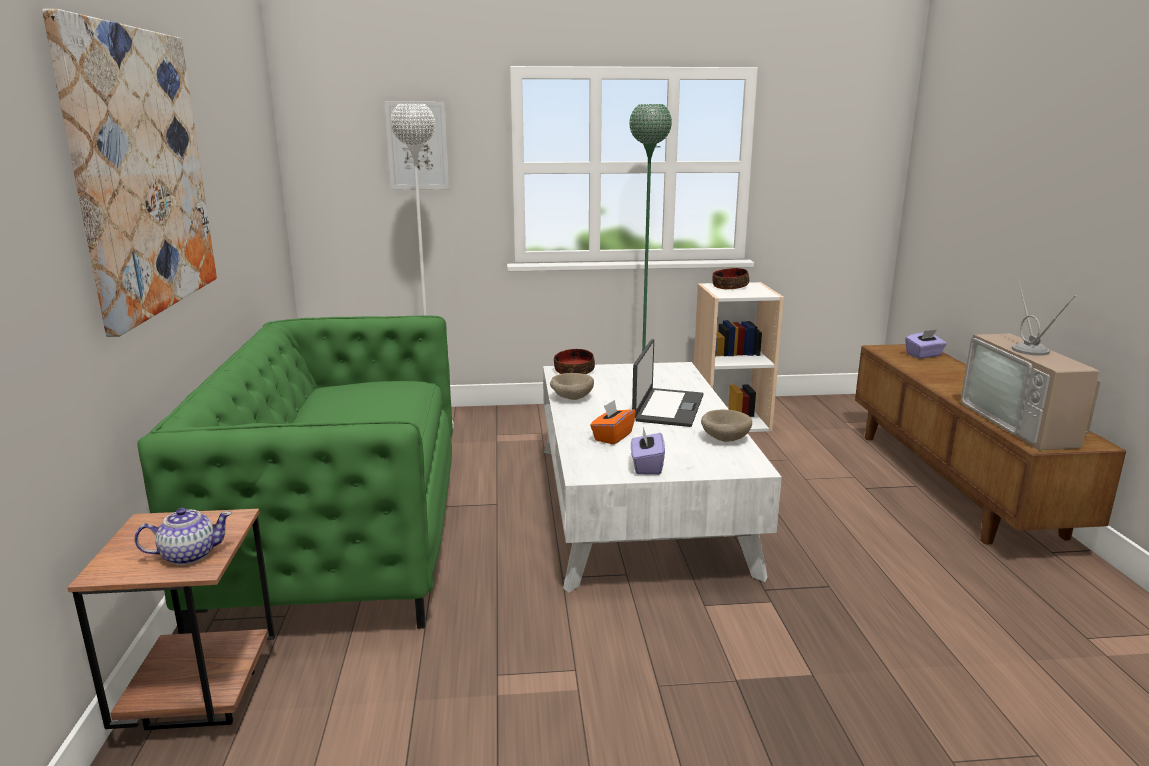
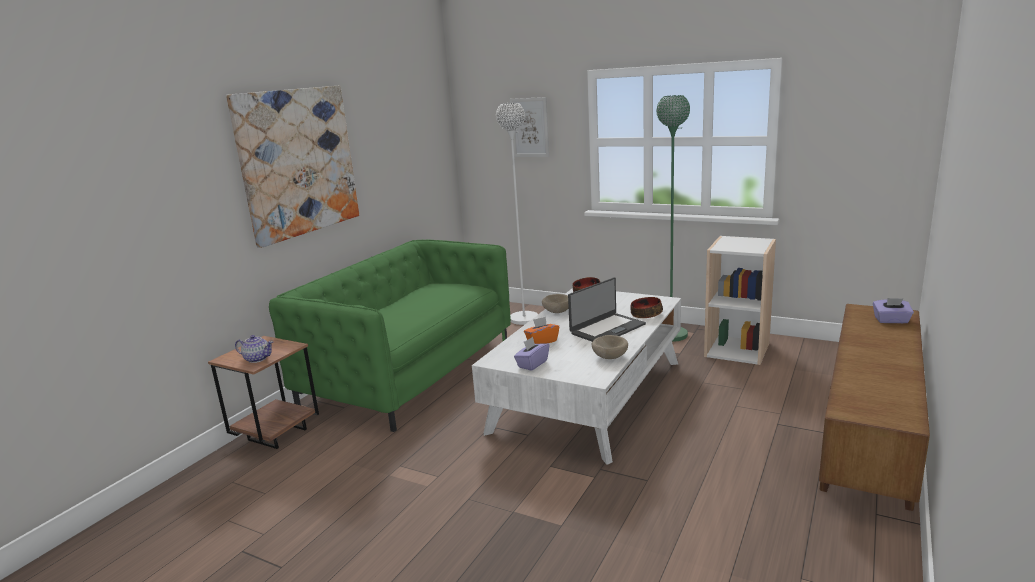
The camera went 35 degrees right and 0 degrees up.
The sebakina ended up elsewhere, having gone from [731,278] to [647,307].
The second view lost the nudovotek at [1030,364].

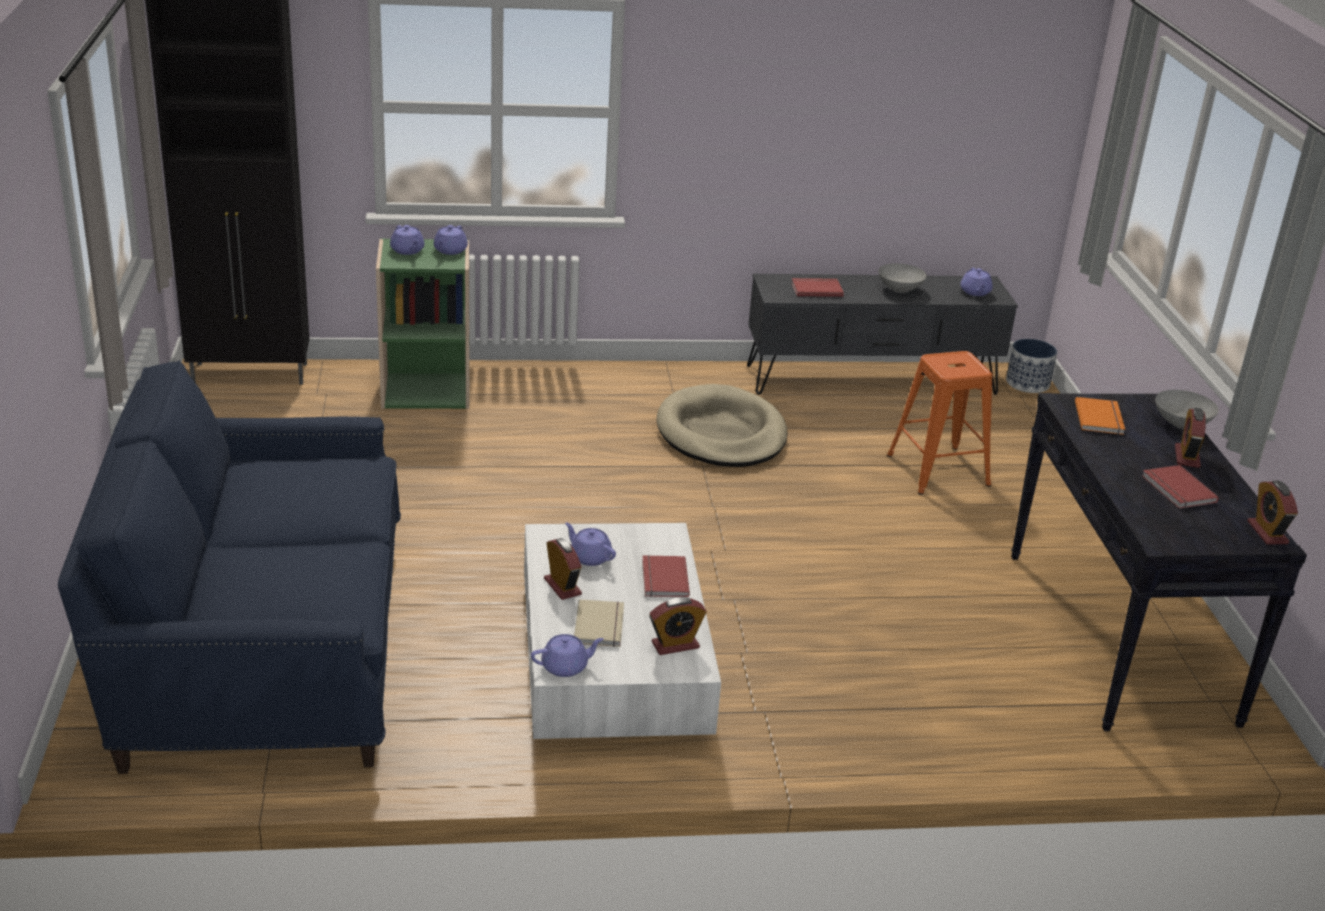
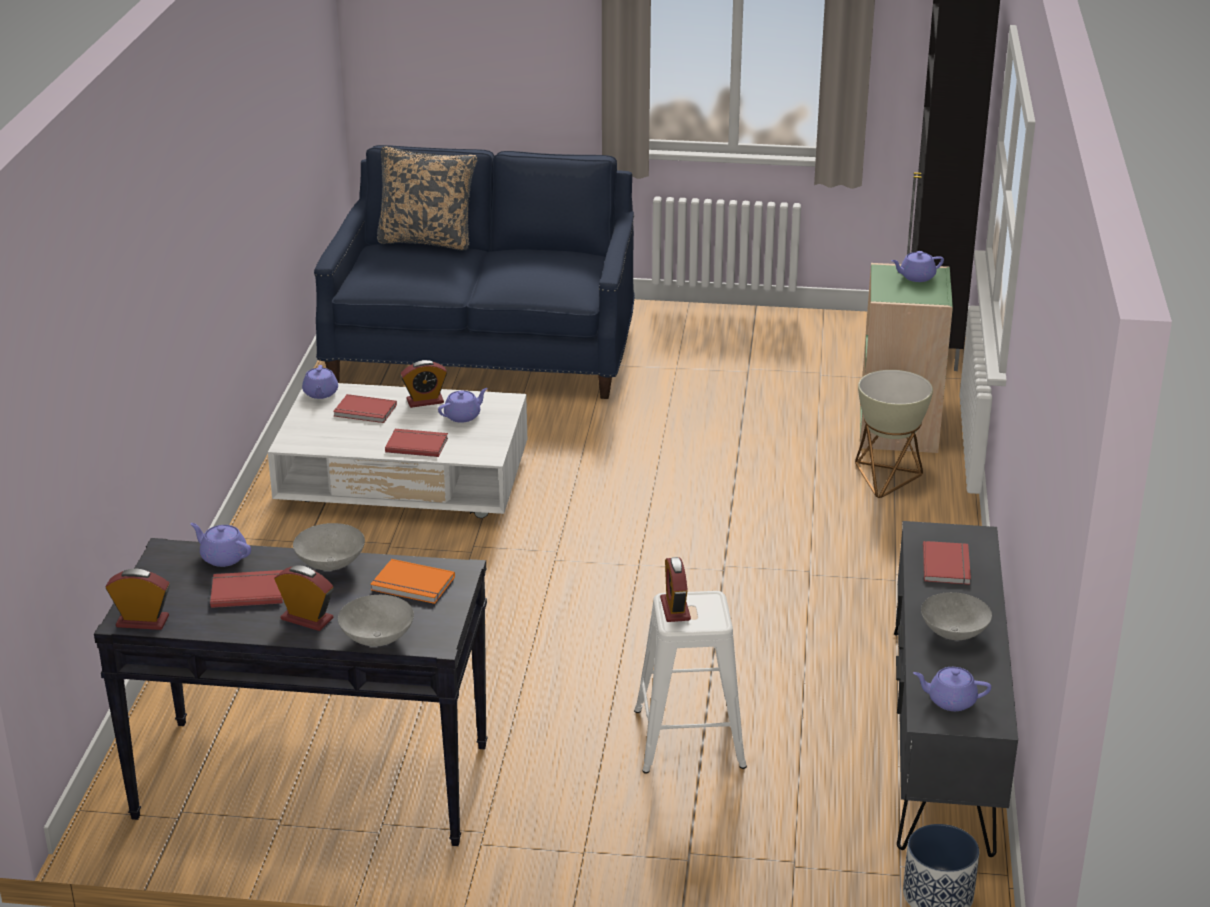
The camera went 105 degrees right and 0 degrees up.
The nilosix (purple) ended up elsewhere, having gone from [451,240] to [220,545].
What was the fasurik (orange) at [940,423] turned into the fasurik (white) at [690,682].
The second view lost the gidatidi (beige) at [722,425].
The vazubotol ended up elsewhere, having gone from [678,626] to [675,589].
What was the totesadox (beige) at [599,623] turned into the totesadox (red) at [365,408].
The second view gained the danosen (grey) at [427,198].
The second view gained the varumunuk at [894,434].
The second view gained the sebakina (grey) at [329,547].

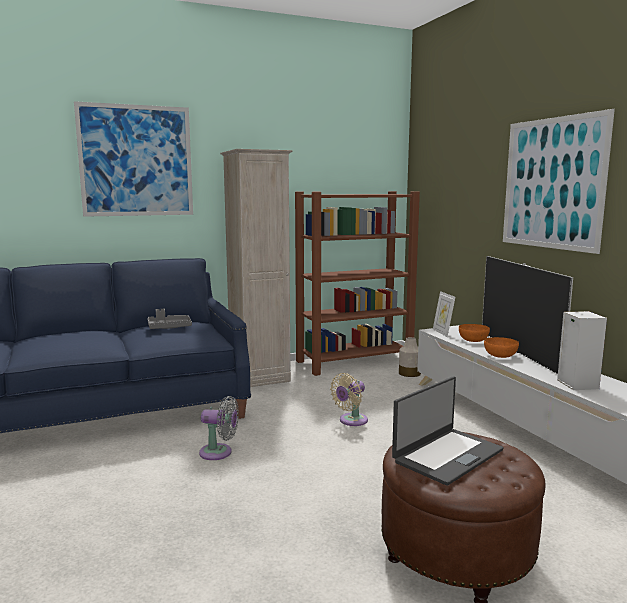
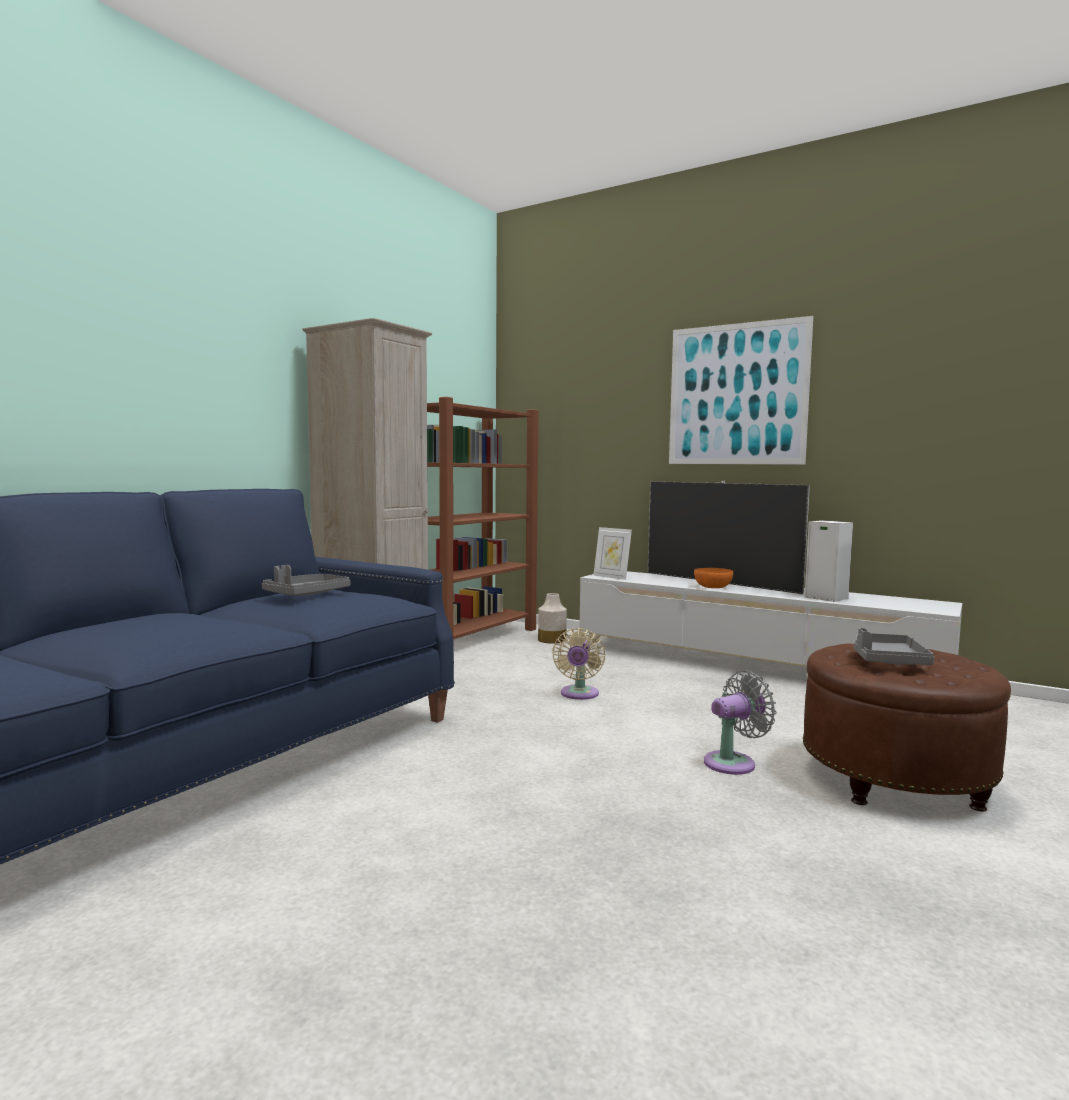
The camera went 35 degrees left and 5 degrees down.
The second view lost the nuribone at [133,159].
The second view lost the sebakina (orange) at [474,333].
Where the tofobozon stood at [448,430], the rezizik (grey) came to stand at [894,646].
The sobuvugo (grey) ended up elsewhere, having gone from [219,428] to [740,722].

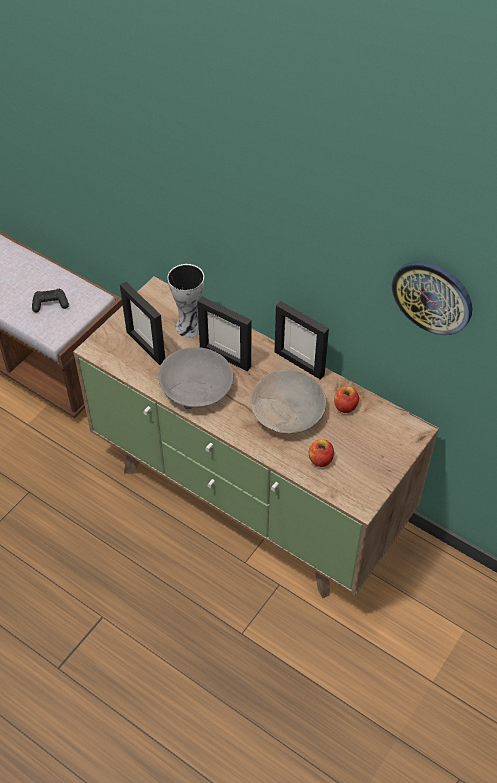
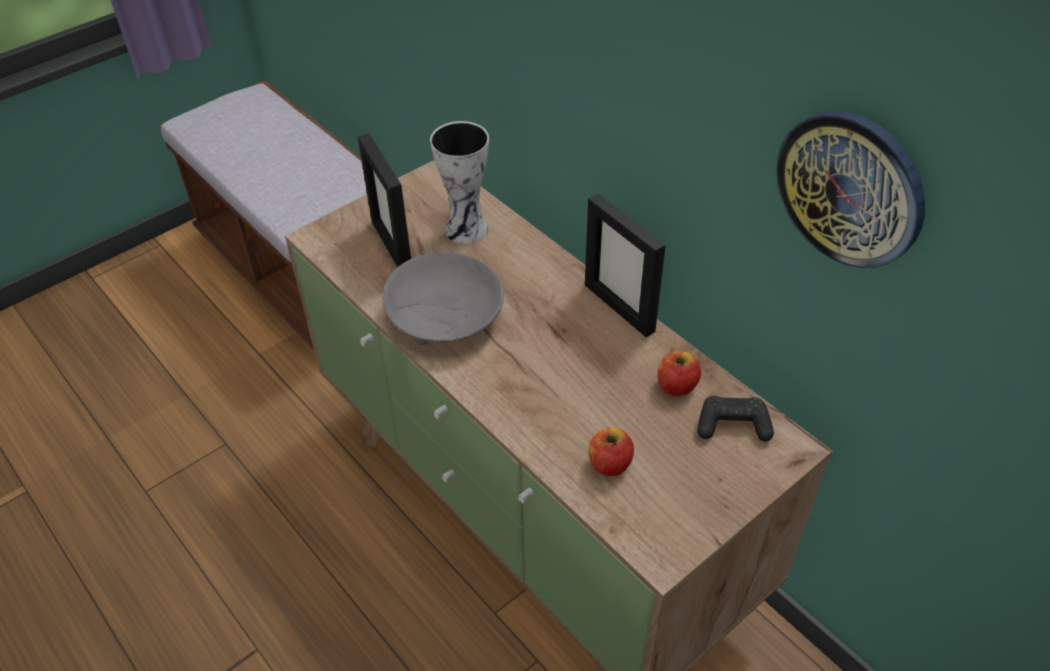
The camera went 15 degrees right and 5 degrees down.
The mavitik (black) ended up elsewhere, having gone from [50,300] to [735,419].
The second view lost the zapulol at [224,333].
The second view lost the sebakina (beige) at [288,402].

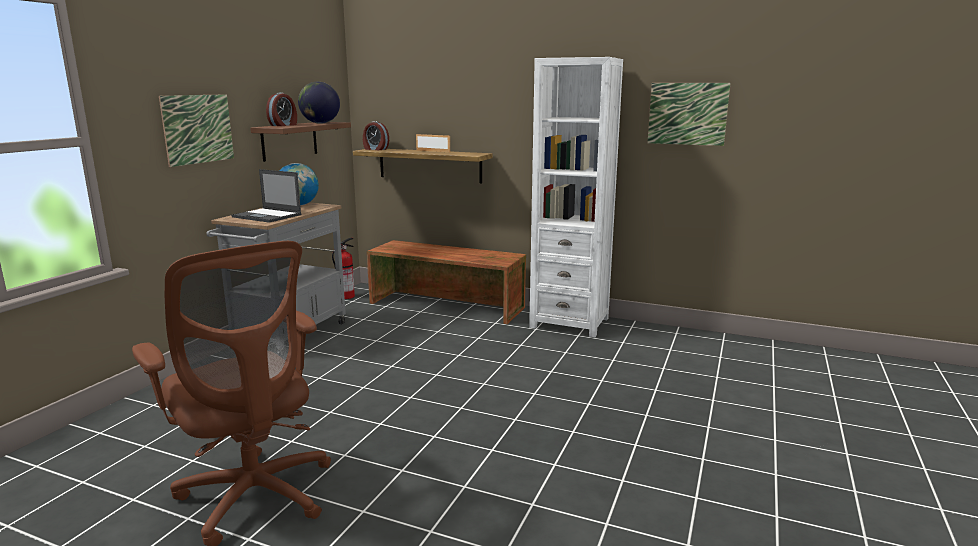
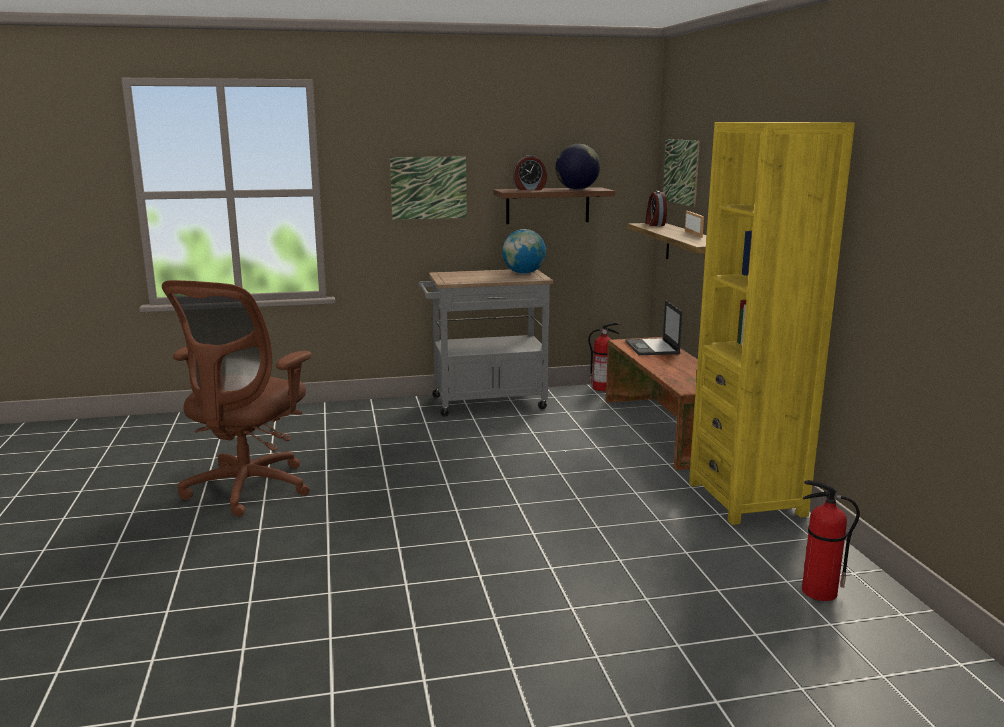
The camera went 55 degrees right and 0 degrees up.
What was the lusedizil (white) at [576,197] turned into the lusedizil (yellow) at [772,323].
The nuribone ended up elsewhere, having gone from [688,114] to [681,173].
The tofobozon ended up elsewhere, having gone from [266,196] to [653,327].
The second view gained the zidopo at [831,540].

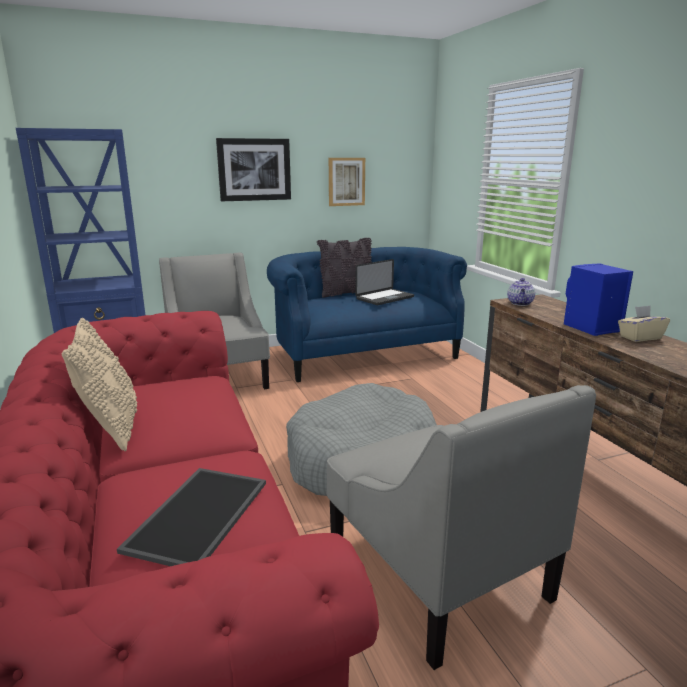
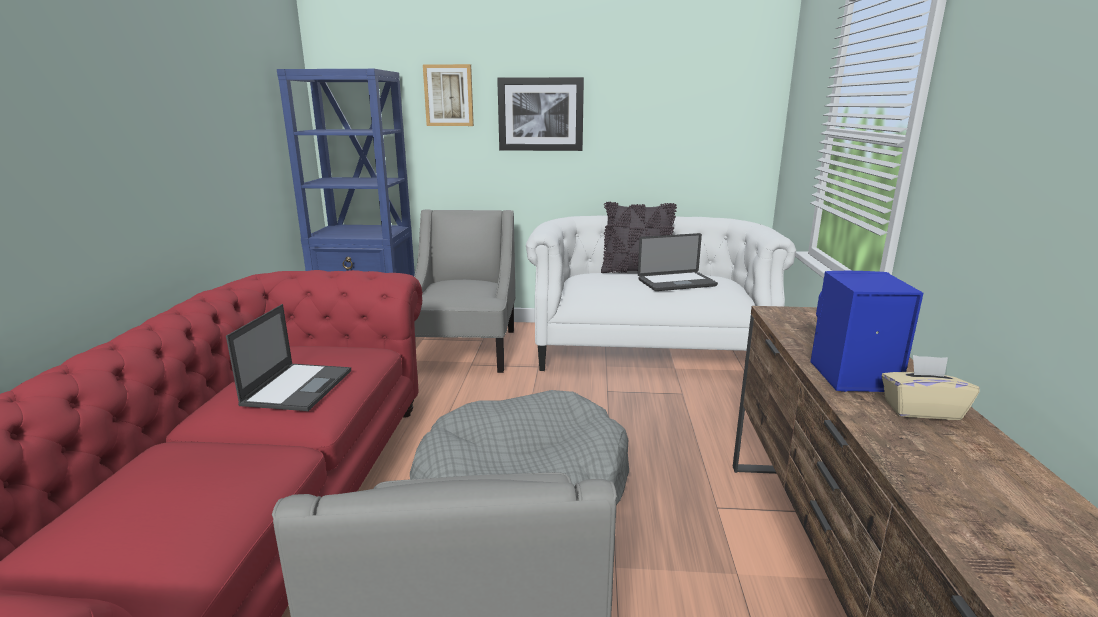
The camera went 25 degrees right and 0 degrees up.
The nuribone ended up elsewhere, having gone from [347,182] to [448,95].
What was the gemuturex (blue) at [367,314] turned into the gemuturex (white) at [661,293].
The second view lost the nilosix at [521,292].
The second view lost the danosen (beige) at [99,384].
The second view lost the rezizik at [191,517].
The second view gained the tofobozon at [288,357].

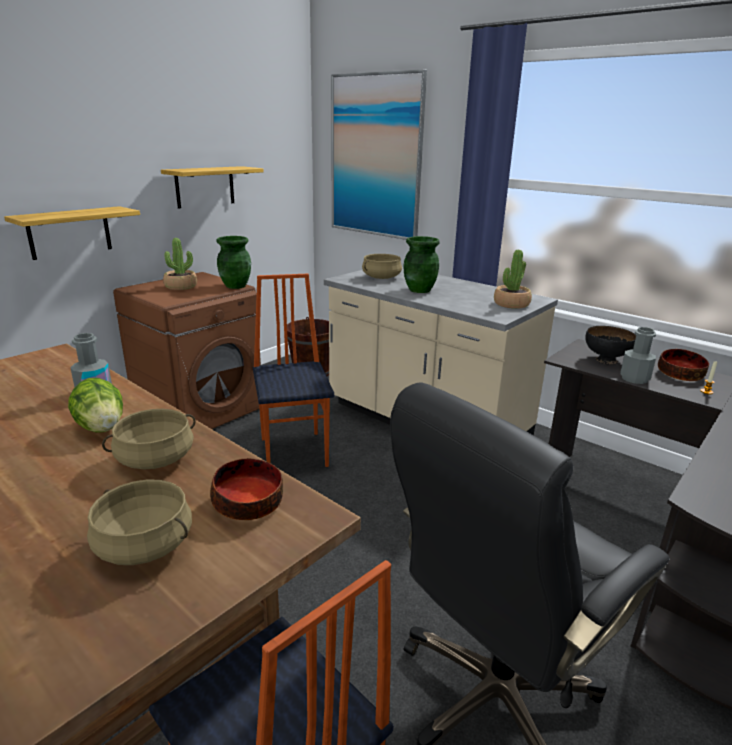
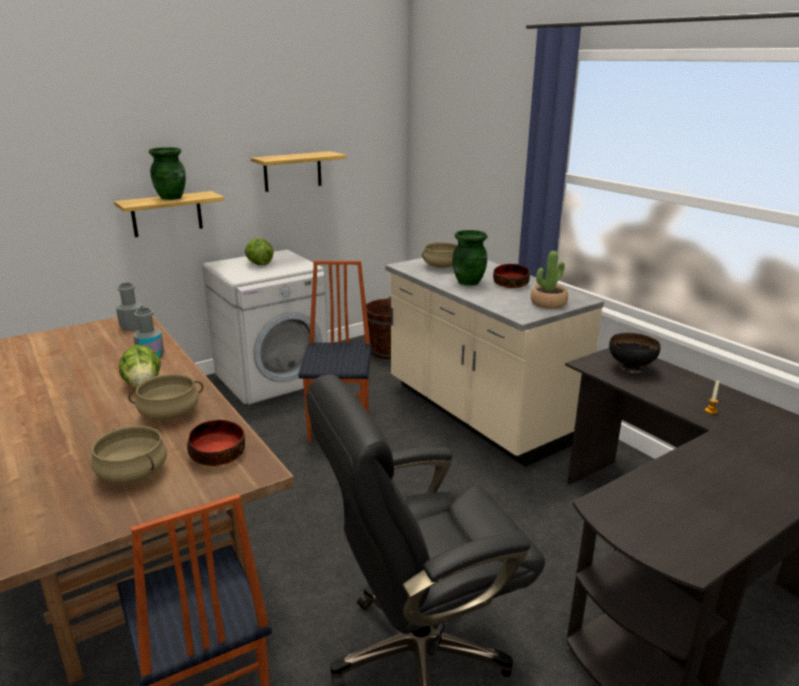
The camera went 15 degrees right and 0 degrees up.
The second view lost the nuribone at [379,154].
The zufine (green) ended up elsewhere, having gone from [233,262] to [167,173].
Where the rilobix stood at [180,264], the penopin came to stand at [259,251].
What was the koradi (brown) at [187,350] turned into the koradi (white) at [265,327].
The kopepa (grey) ended up elsewhere, having gone from [638,355] to [129,306].
The sebakina ended up elsewhere, having gone from [683,365] to [511,276].

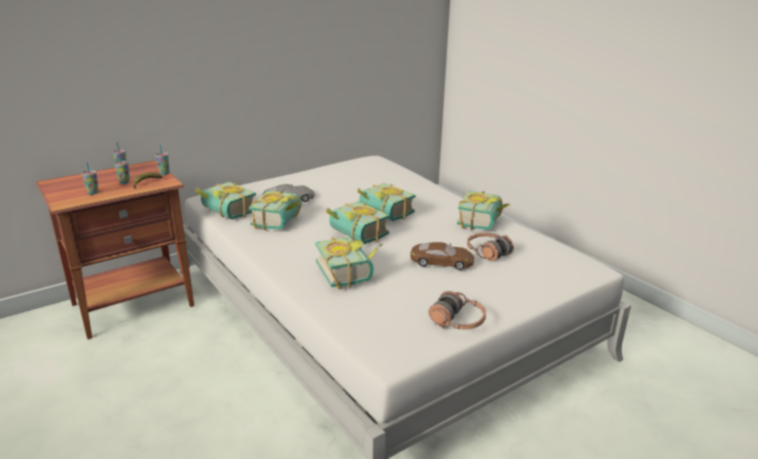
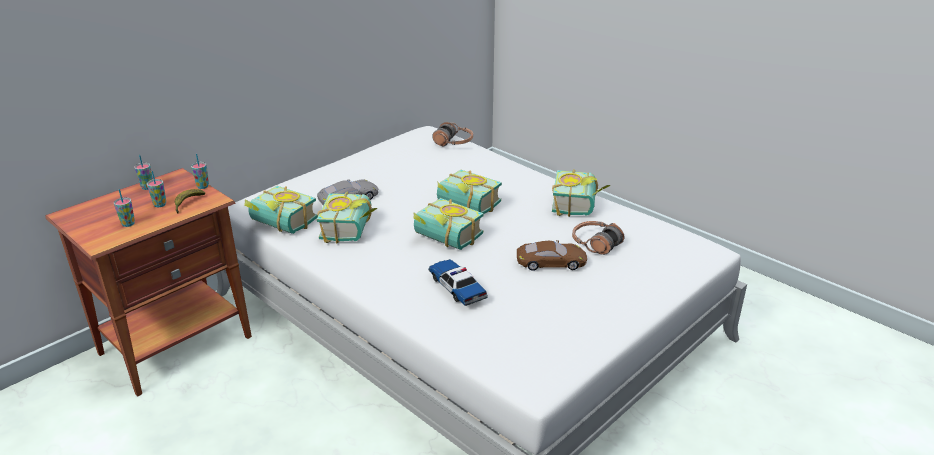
The camera went 10 degrees left and 5 degrees up.
Where the totesadox stood at [349,262], the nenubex came to stand at [458,282].
The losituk ended up elsewhere, having gone from [457,310] to [452,134].

